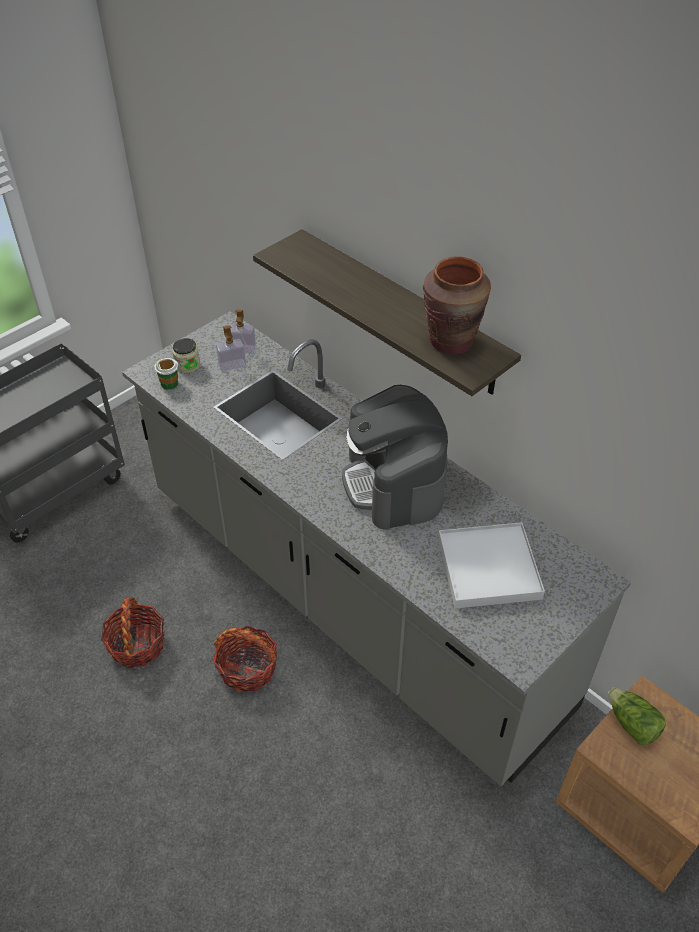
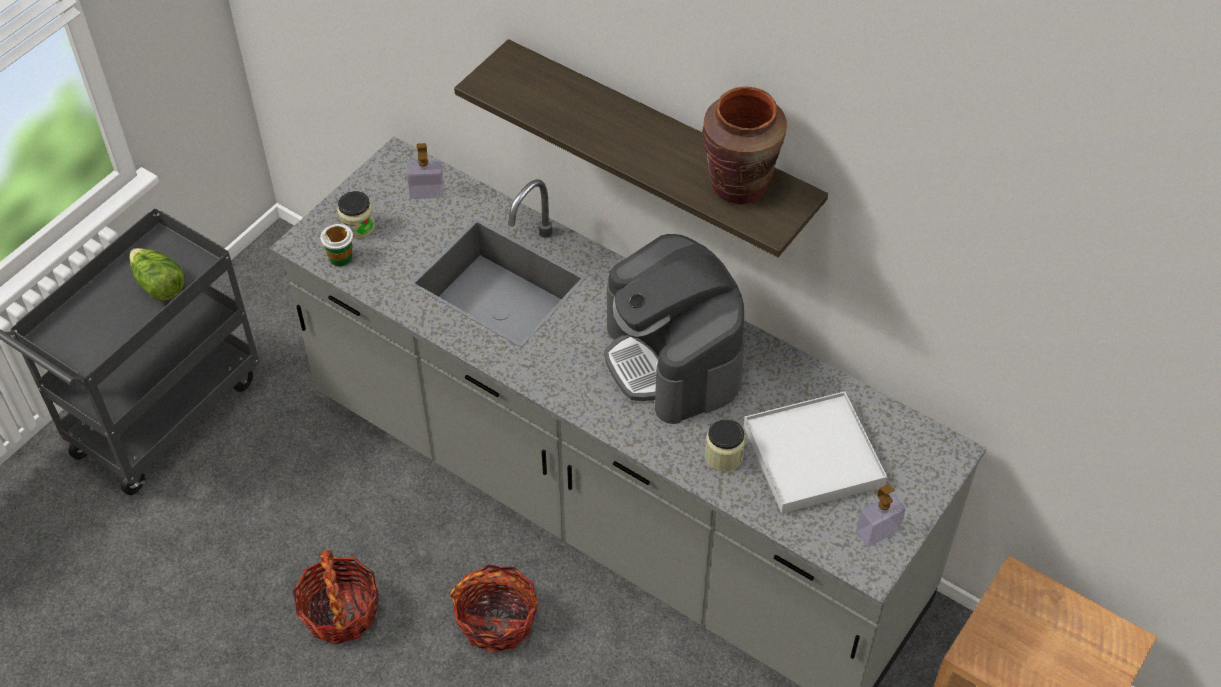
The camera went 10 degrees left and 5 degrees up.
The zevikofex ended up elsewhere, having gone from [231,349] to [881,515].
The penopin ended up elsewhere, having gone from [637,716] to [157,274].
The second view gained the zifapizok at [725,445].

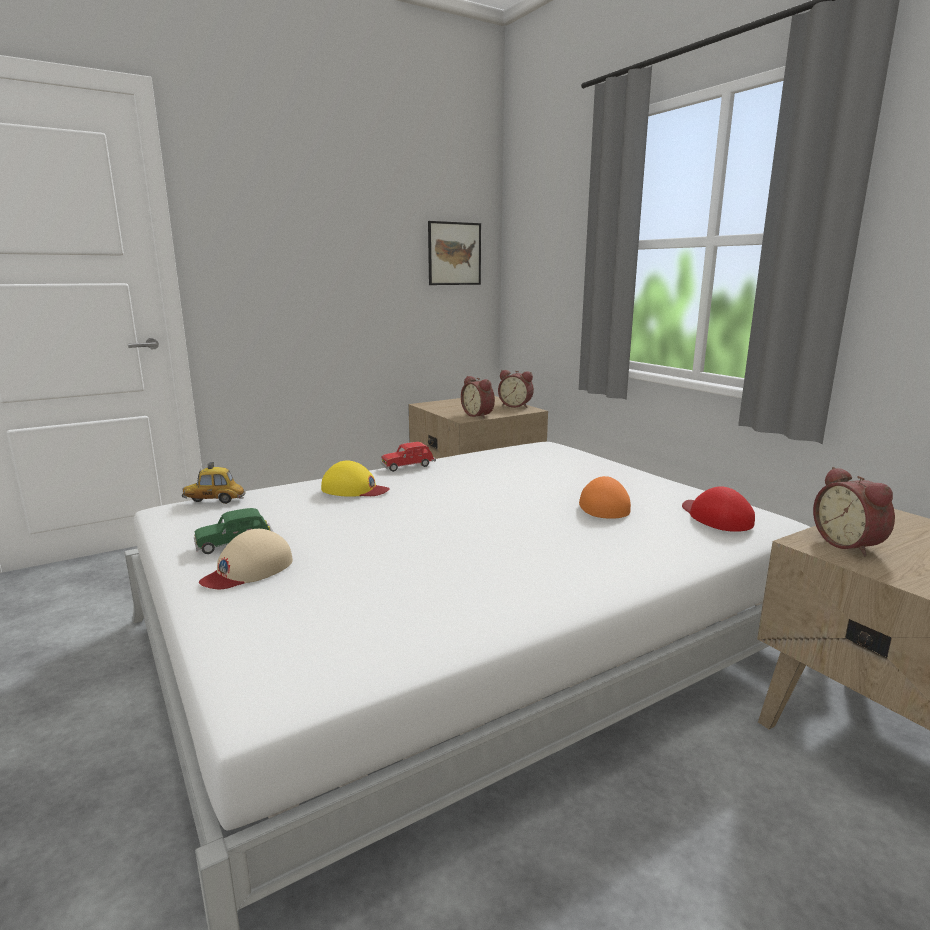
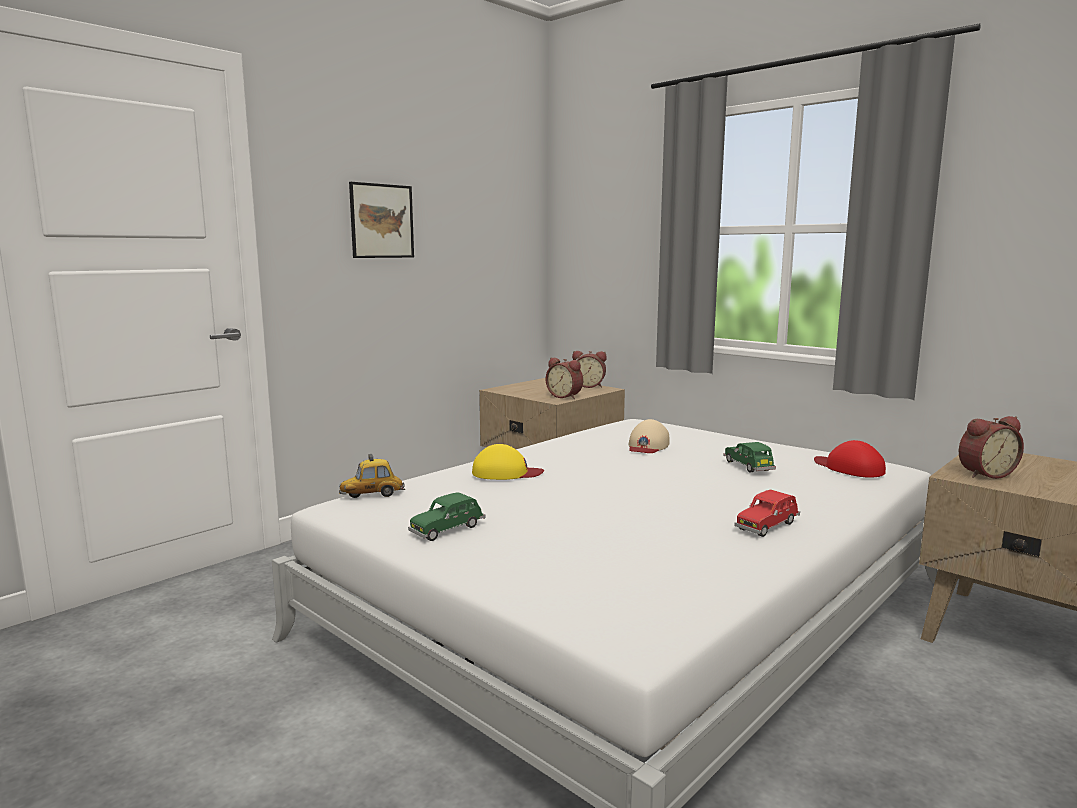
The camera went 15 degrees left and 5 degrees down.
The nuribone ended up elsewhere, having gone from [454,253] to [381,220].
The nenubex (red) ended up elsewhere, having gone from [408,457] to [767,513].
The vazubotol at [854,511] ended up facing another way, 75 degrees counterclockwise from before.
Where the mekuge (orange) stood at [605,497], the nenubex (green) came to stand at [750,457].
The mekuge (beige) ended up elsewhere, having gone from [246,559] to [649,436].

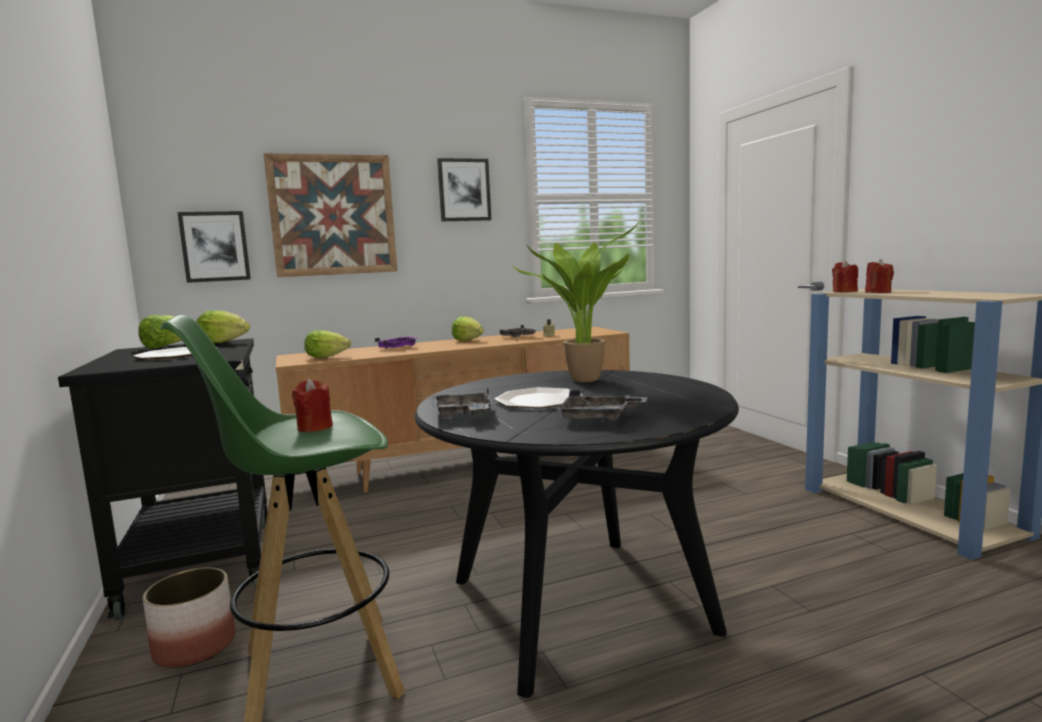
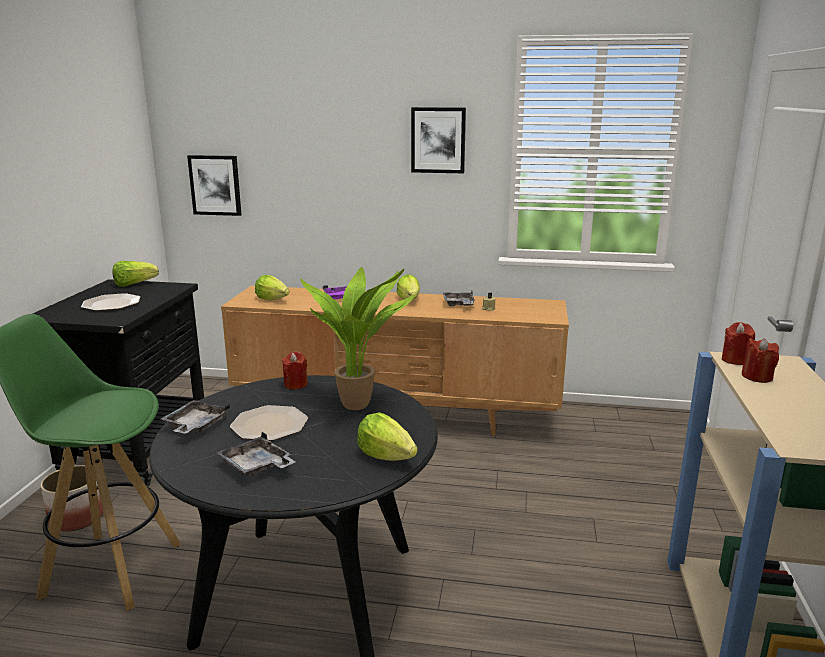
The camera went 30 degrees right and 10 degrees up.
The second view lost the nuribone at [330,215].
The penopin ended up elsewhere, having gone from [223,326] to [387,436].
The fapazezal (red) ended up elsewhere, having gone from [312,405] to [295,370].

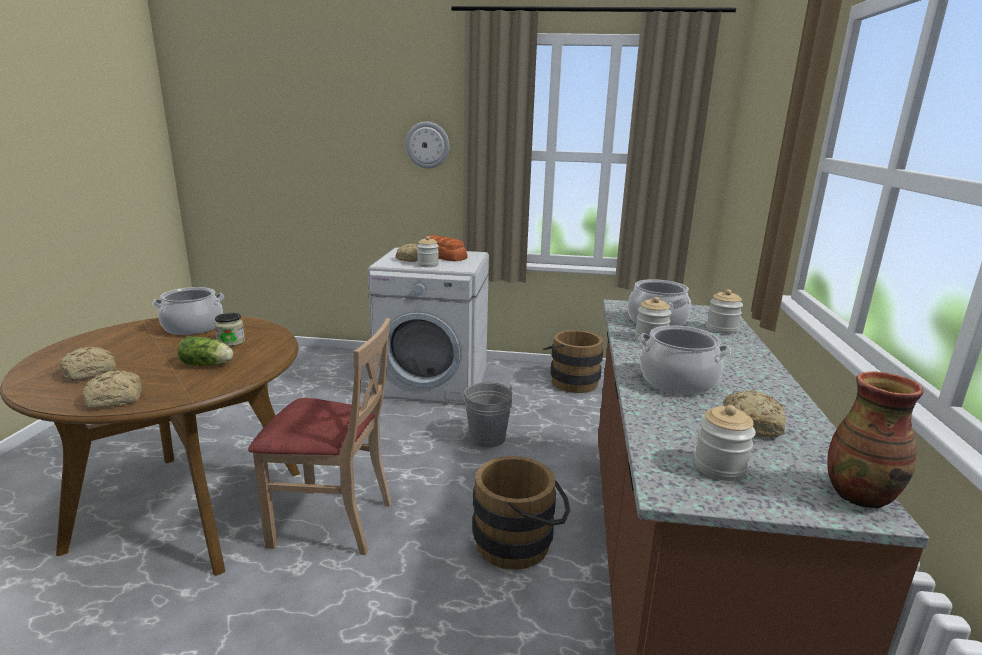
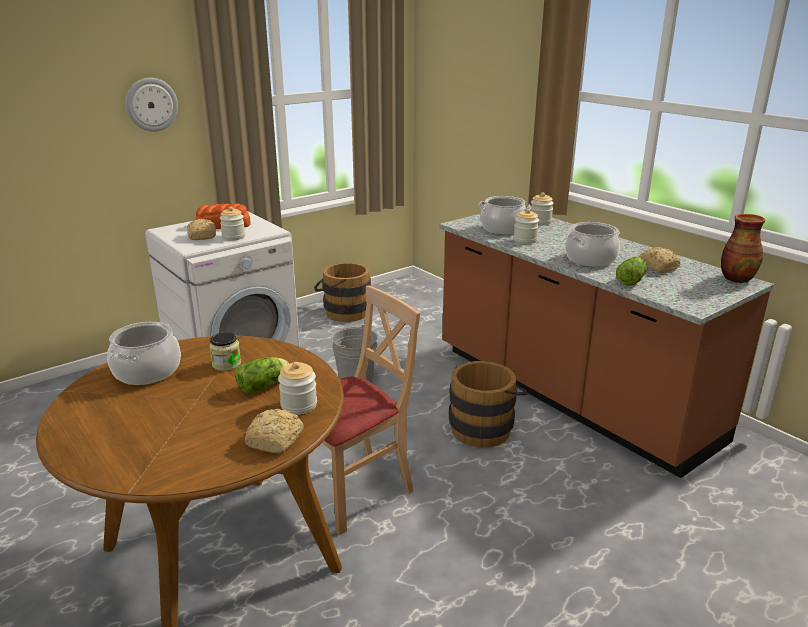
The camera went 45 degrees left and 5 degrees up.
The second view lost the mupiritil at [87,364].
The zifapizok ended up elsewhere, having gone from [725,443] to [297,388].
The second view gained the penopin at [631,271].

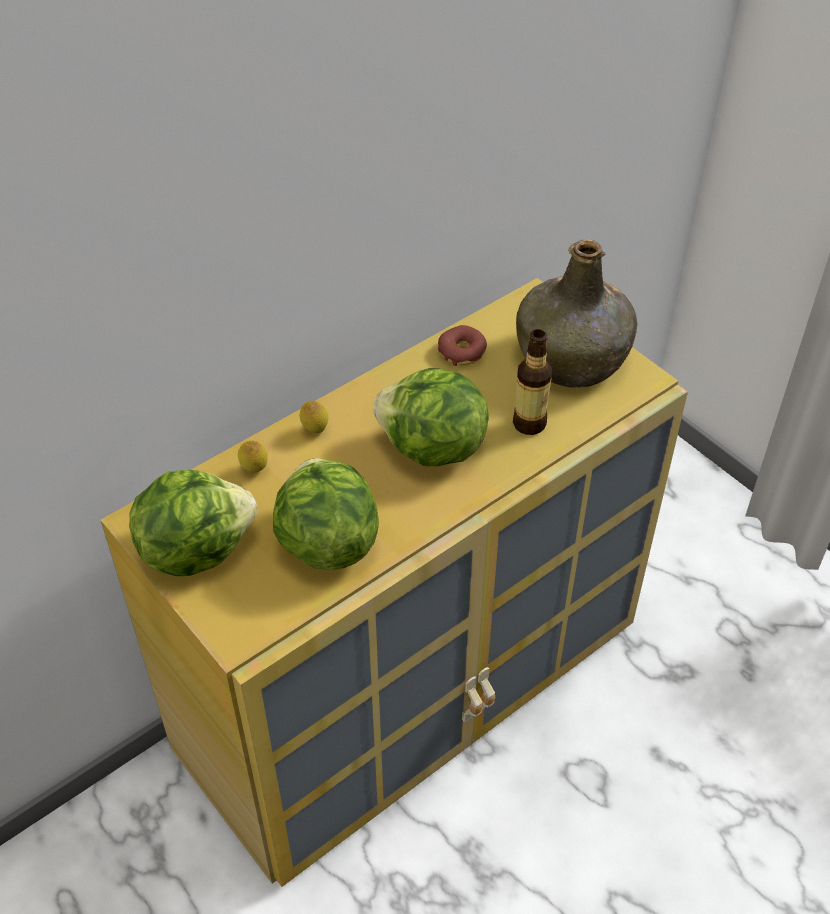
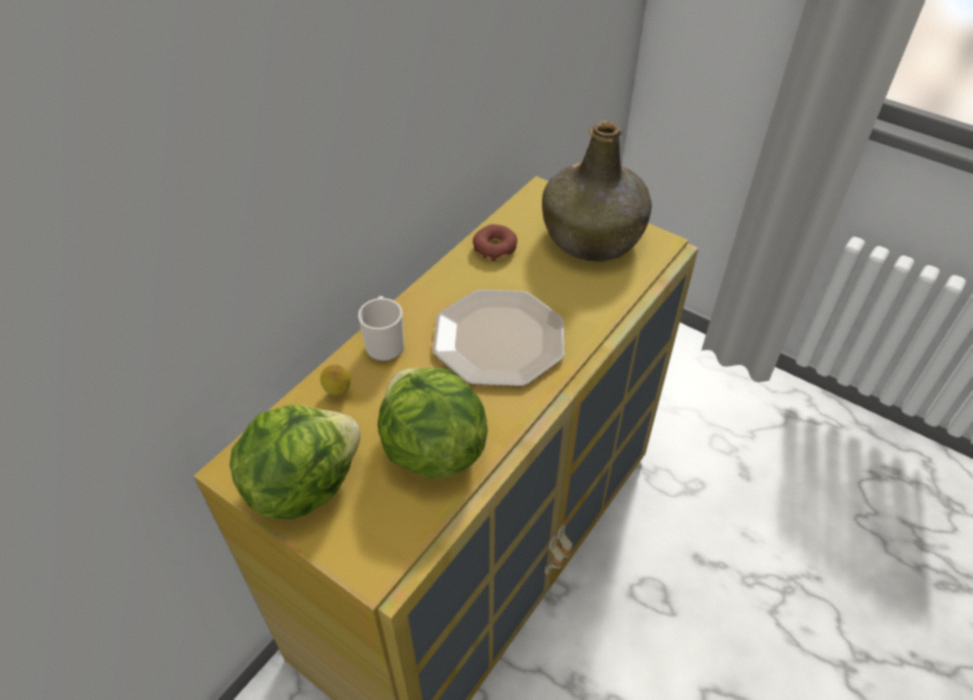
The camera went 15 degrees left and 0 degrees up.
The second view lost the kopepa at [532,382].
Where the penopin stood at [431,417], the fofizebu came to stand at [498,338].
Where the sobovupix stood at [314,417], the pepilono came to stand at [381,328].

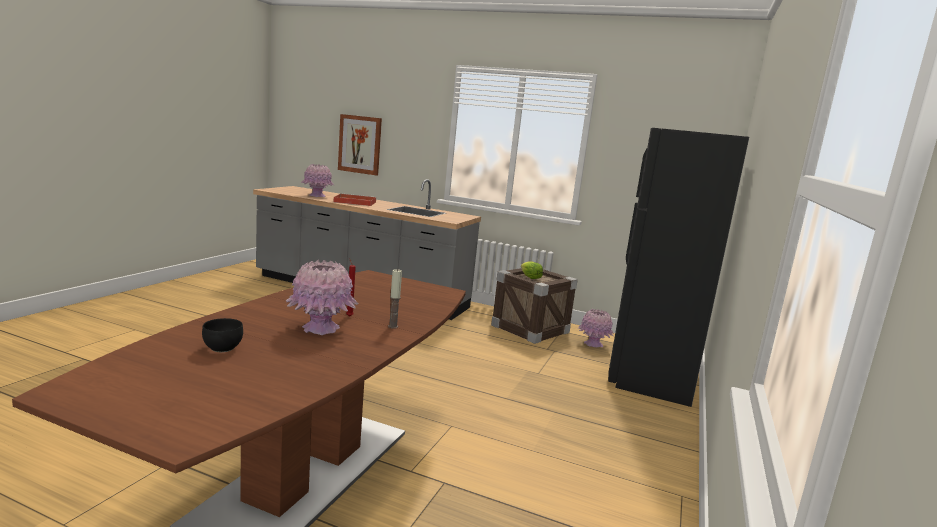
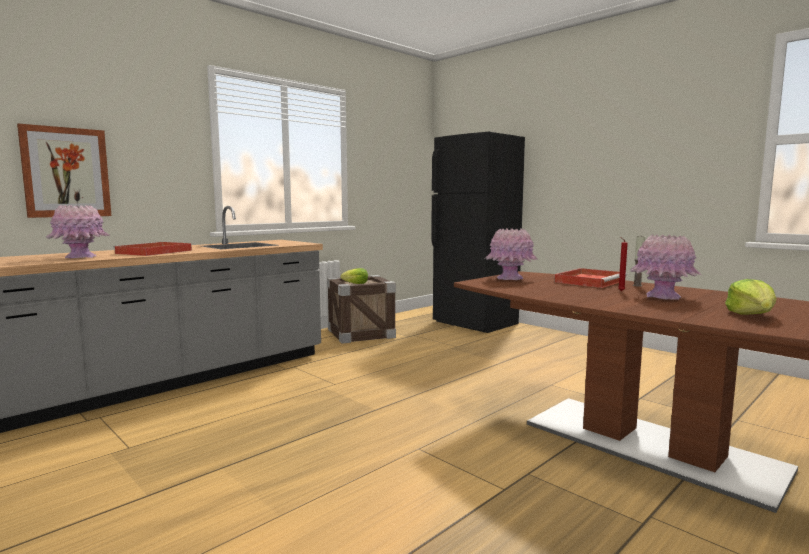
The camera went 65 degrees left and 5 degrees down.
The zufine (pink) ended up elsewhere, having gone from [596,328] to [511,254].
Where the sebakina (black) stood at [222,335], the penopin came to stand at [751,297].
The second view gained the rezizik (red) at [591,278].

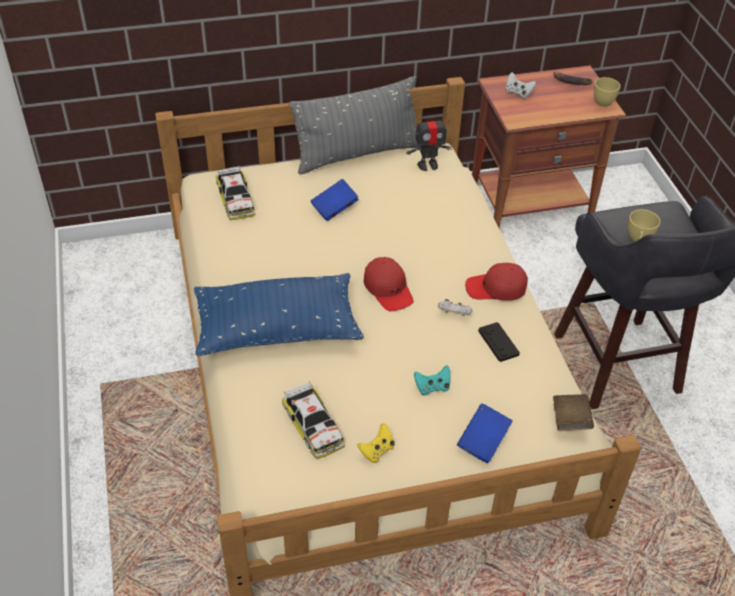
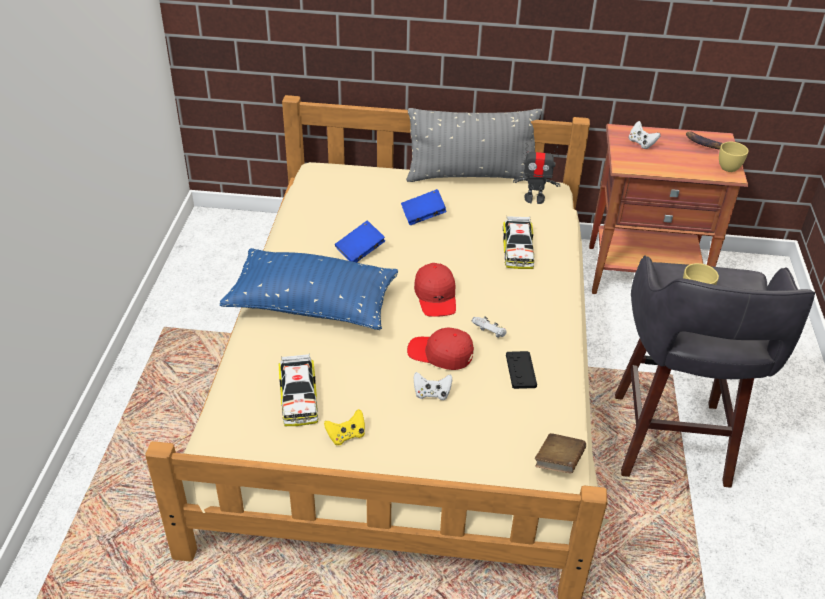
The camera went 20 degrees right and 5 degrees down.
The nenubex ended up elsewhere, having gone from [235,192] to [518,242].
The mekuge (red) ended up elsewhere, having gone from [496,282] to [440,349].
What was the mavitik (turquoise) at [432,380] turned into the mavitik (white) at [433,386].
The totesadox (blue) ended up elsewhere, having gone from [485,433] to [360,242].

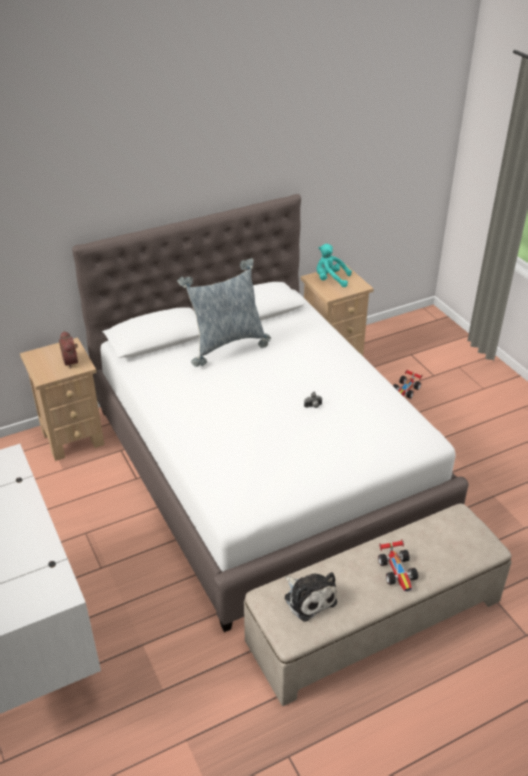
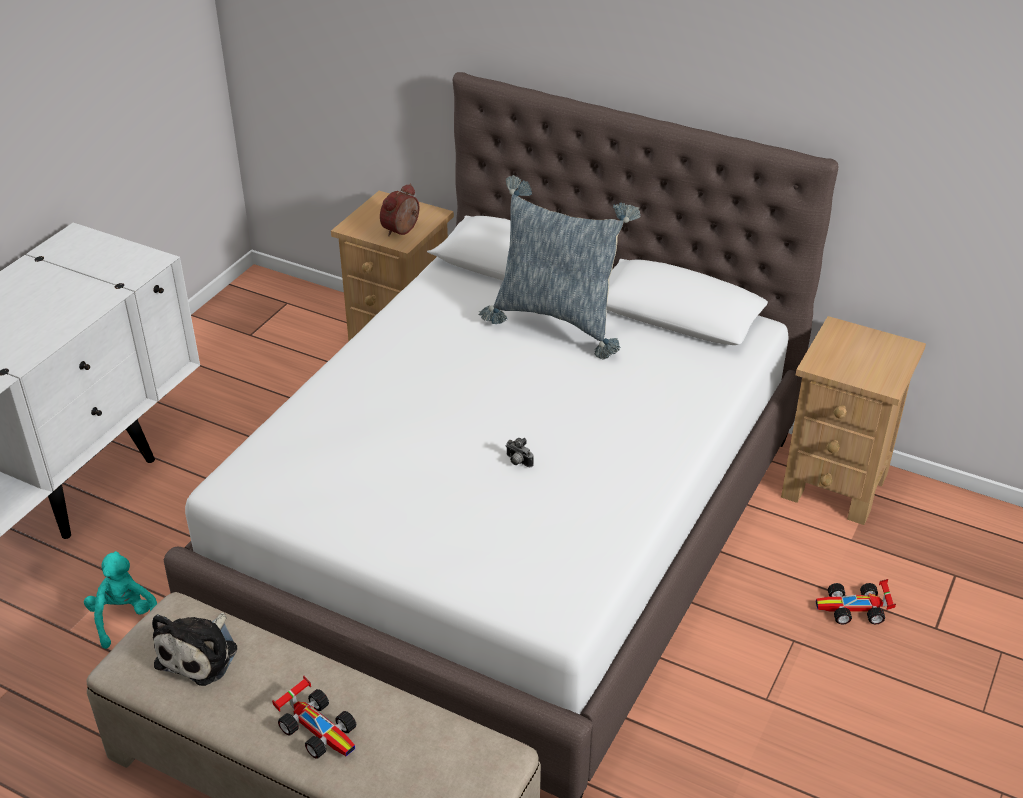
The camera went 55 degrees right and 0 degrees up.
The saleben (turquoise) ended up elsewhere, having gone from [334,265] to [120,600].
The nenubex at [398,565] ended up facing another way, 90 degrees counterclockwise from before.

